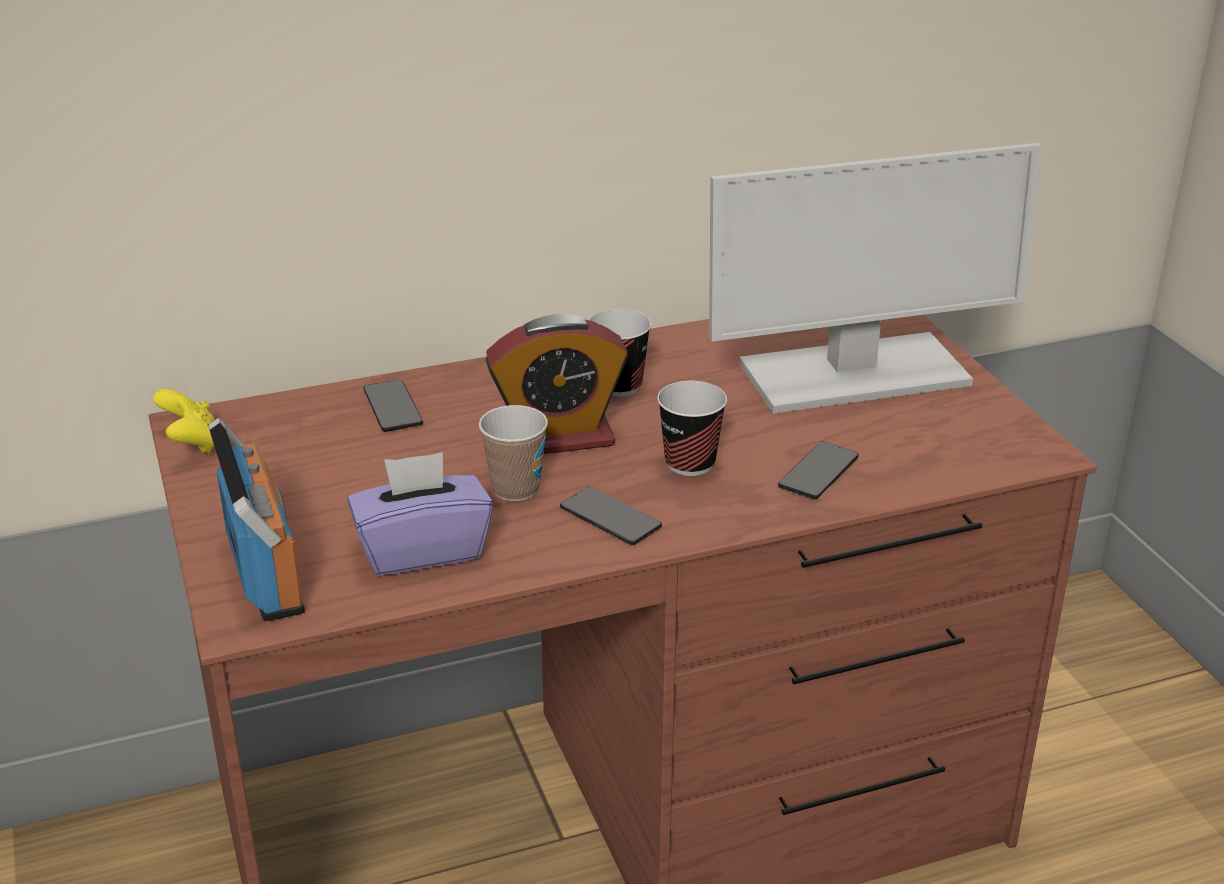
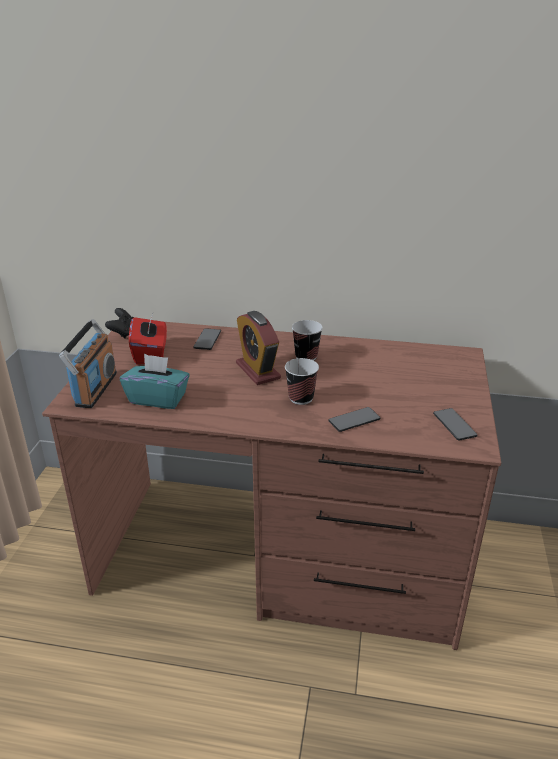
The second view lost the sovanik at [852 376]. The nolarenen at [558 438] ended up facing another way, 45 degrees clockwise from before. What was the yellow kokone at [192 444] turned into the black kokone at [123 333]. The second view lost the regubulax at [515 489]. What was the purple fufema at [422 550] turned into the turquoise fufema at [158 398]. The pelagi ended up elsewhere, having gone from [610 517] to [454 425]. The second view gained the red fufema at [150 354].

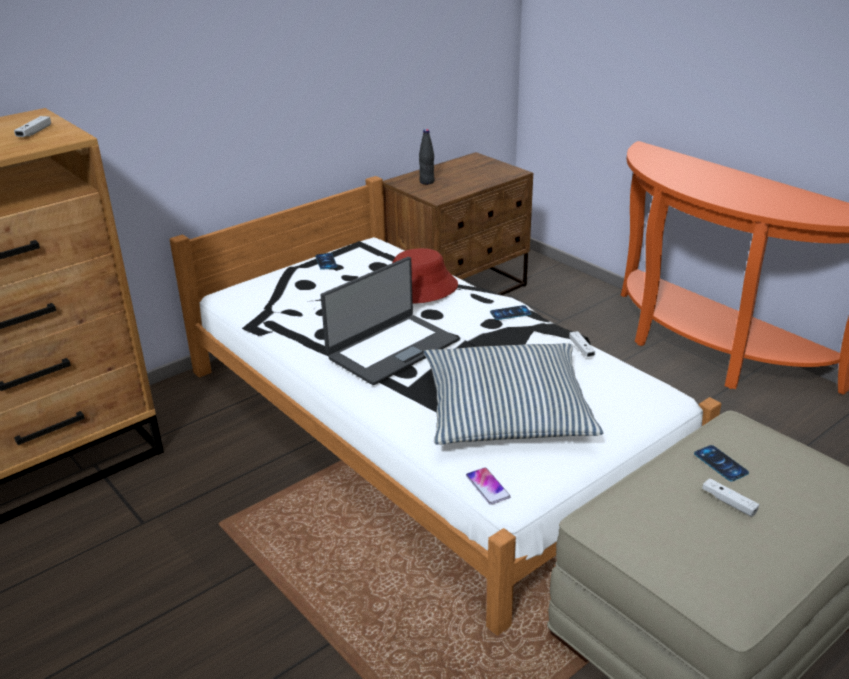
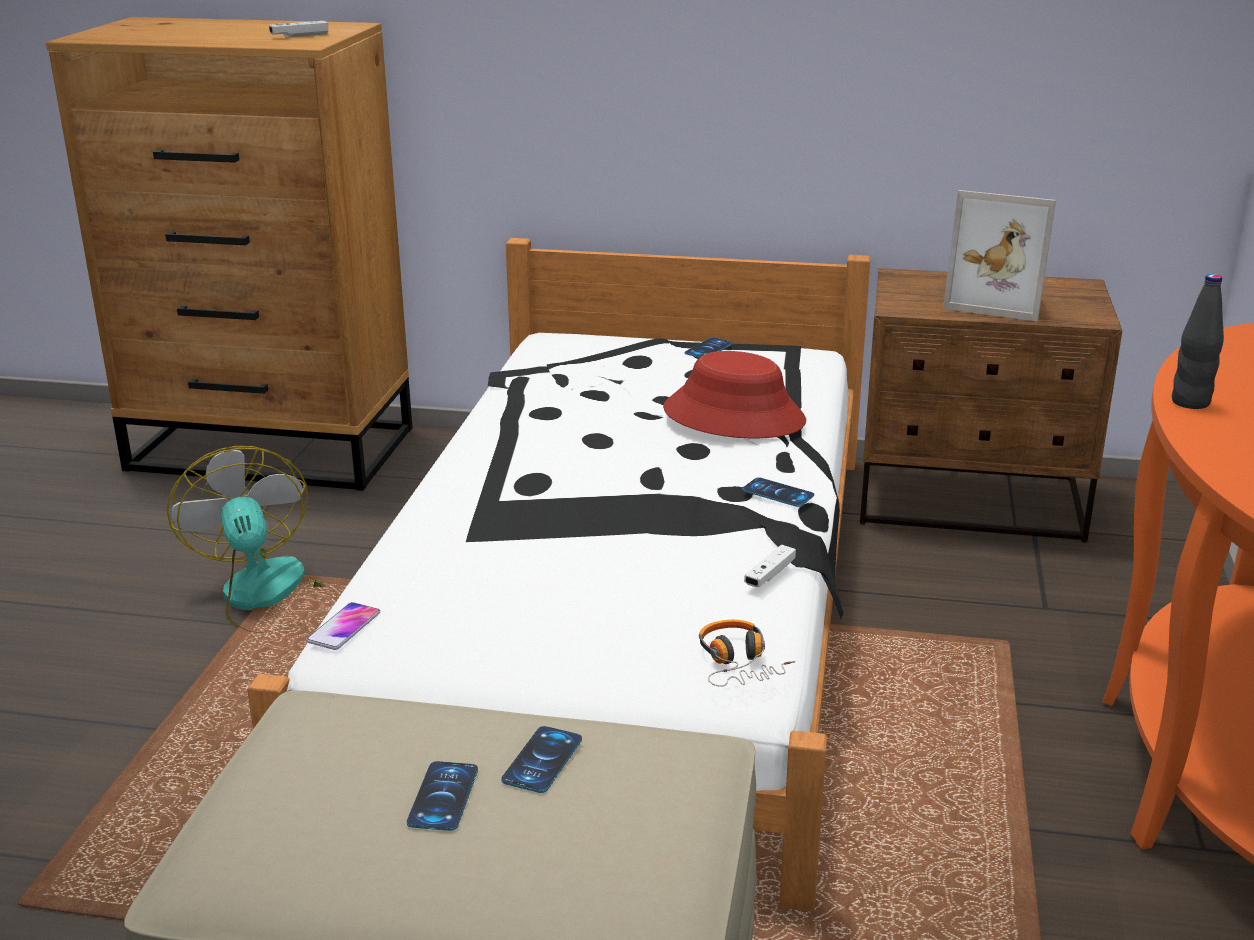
The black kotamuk ended up elsewhere, having gone from [427 182] to [1190 402]. The second view lost the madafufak at [391 349]. The second view lost the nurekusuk at [507 410]. Where the white kokone stood at [728 502], the pelagi came to stand at [443 796]. The second view gained the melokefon at [998 301]. The second view gained the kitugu at [270 598]. The second view gained the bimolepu at [738 664].

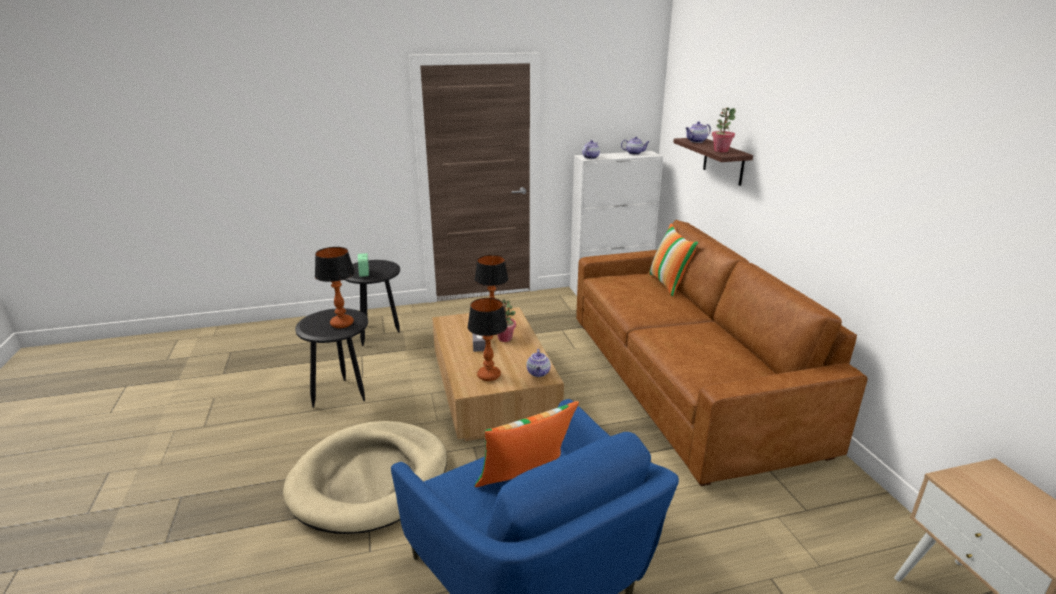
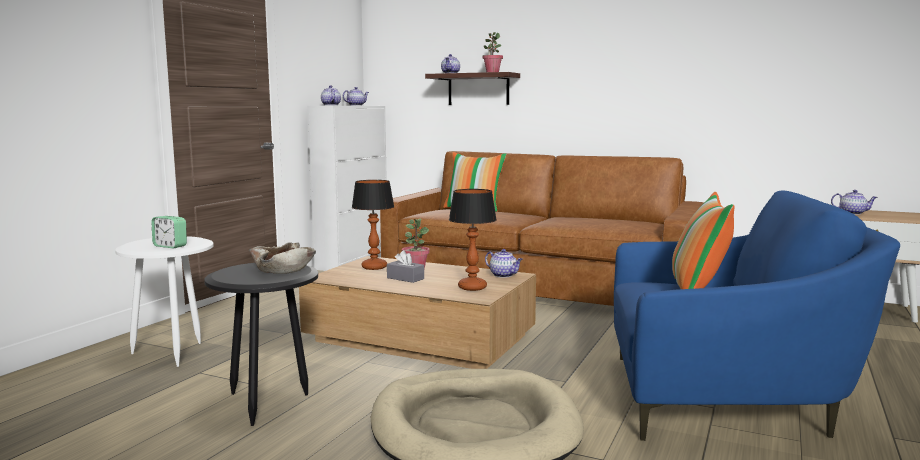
Where the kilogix stood at [342 323], the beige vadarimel came to stand at [281 269]. What was the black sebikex at [378 334] turned into the white sebikex at [173 353]. The second view gained the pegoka at [853 213].

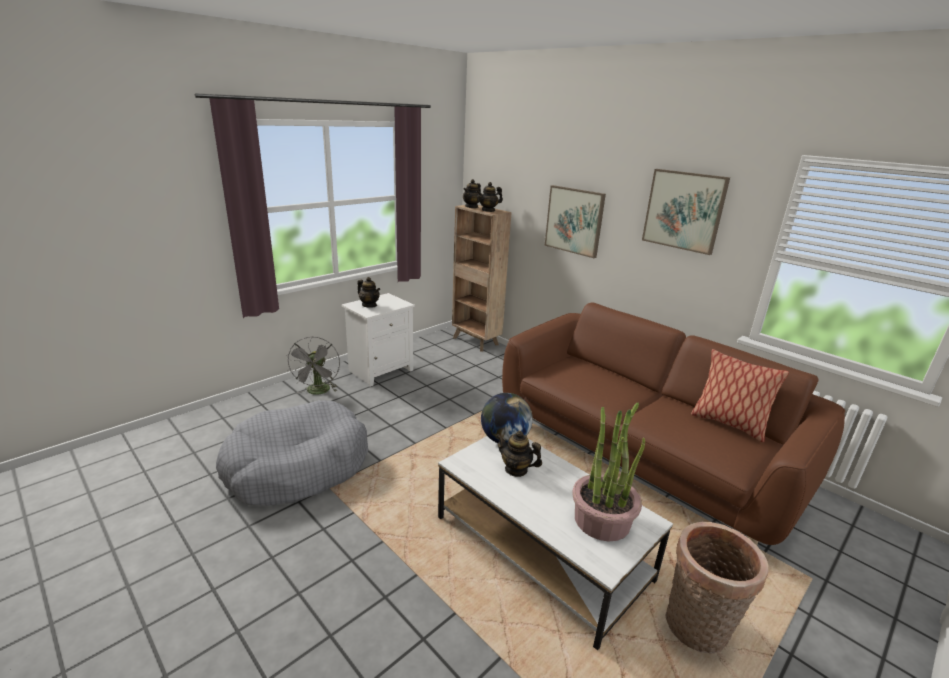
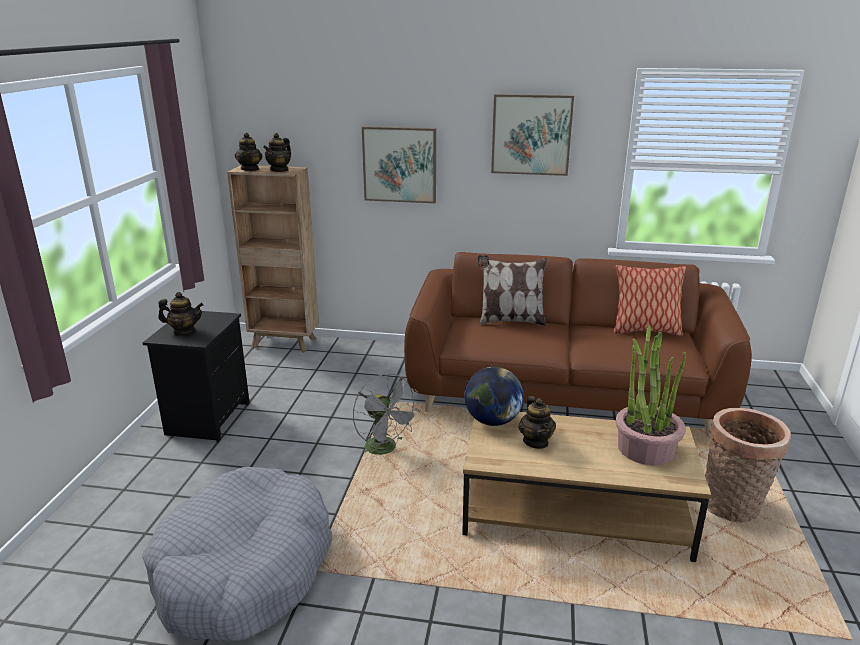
What was the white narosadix at [380 370] turned into the black narosadix at [207 418]. The grey kitugu ended up elsewhere, having gone from [318 392] to [386 449]. The pegoka at [516 469] ended up facing another way, 90 degrees counterclockwise from before. What was the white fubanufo at [541 547] turned into the brown fubanufo at [574 511]. The second view gained the nurekusuk at [510 321].

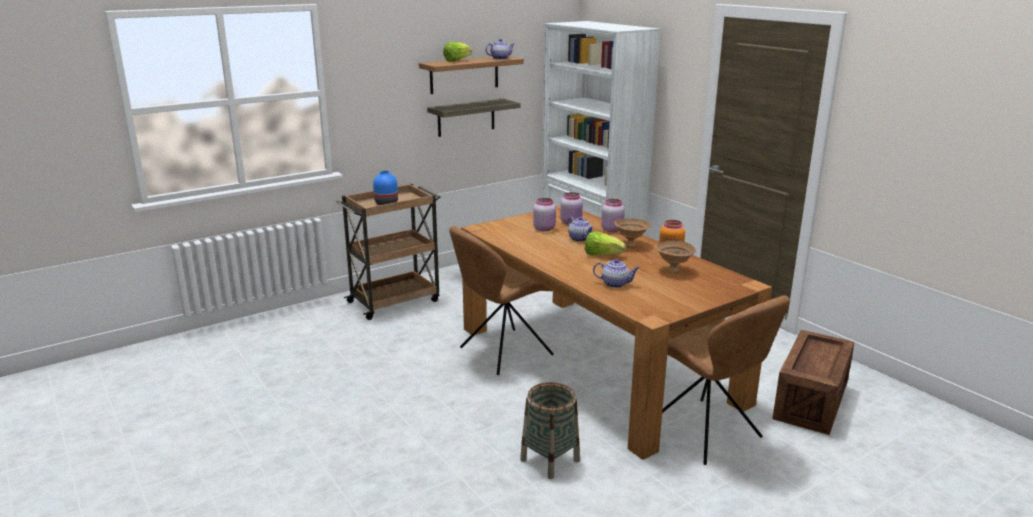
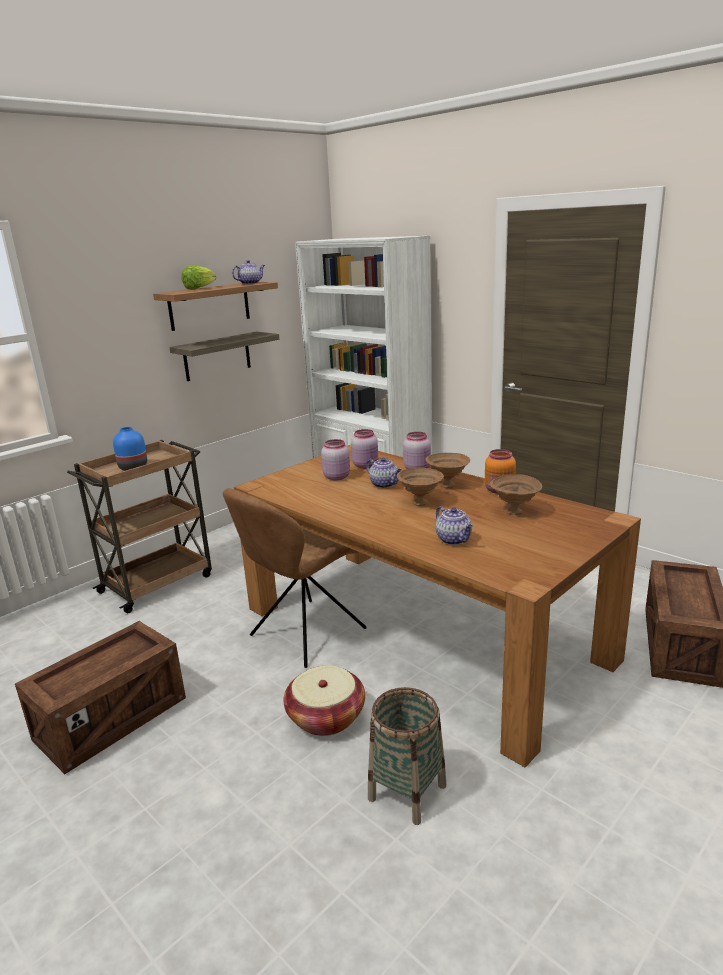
Where the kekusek stood at [602 255], the brown vadarimel came to stand at [420 502]. The pegoka at [615 284] ended up facing another way, 60 degrees clockwise from before. The second view lost the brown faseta at [706 433]. The second view gained the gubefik at [111 720]. The second view gained the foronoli at [326 717].

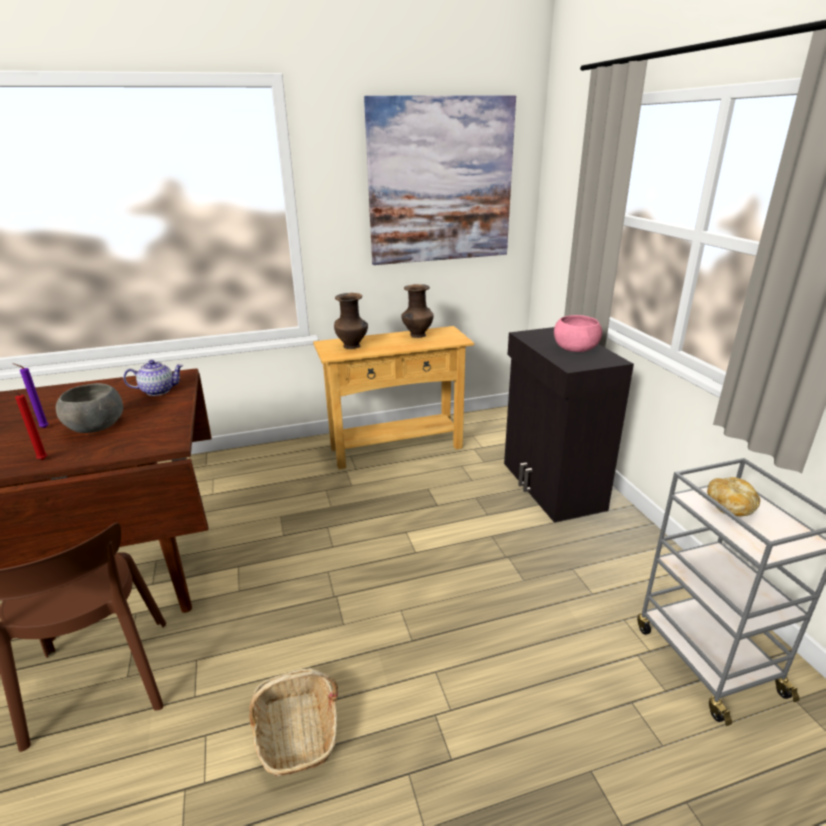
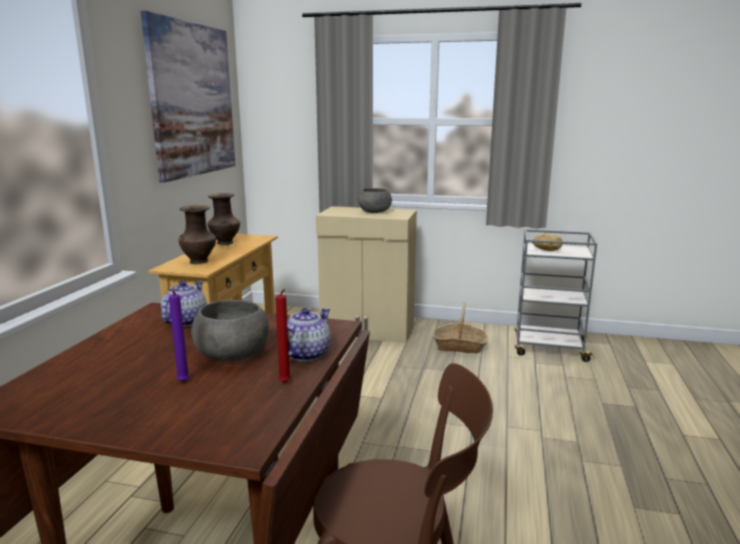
What was the pink vadarimel at [575 349] turned into the grey vadarimel at [375 212]. What was the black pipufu at [551 486] turned into the beige pipufu at [368 330]. The foronoli ended up elsewhere, having gone from [296 731] to [459 346]. The second view gained the pegoka at [305 354].

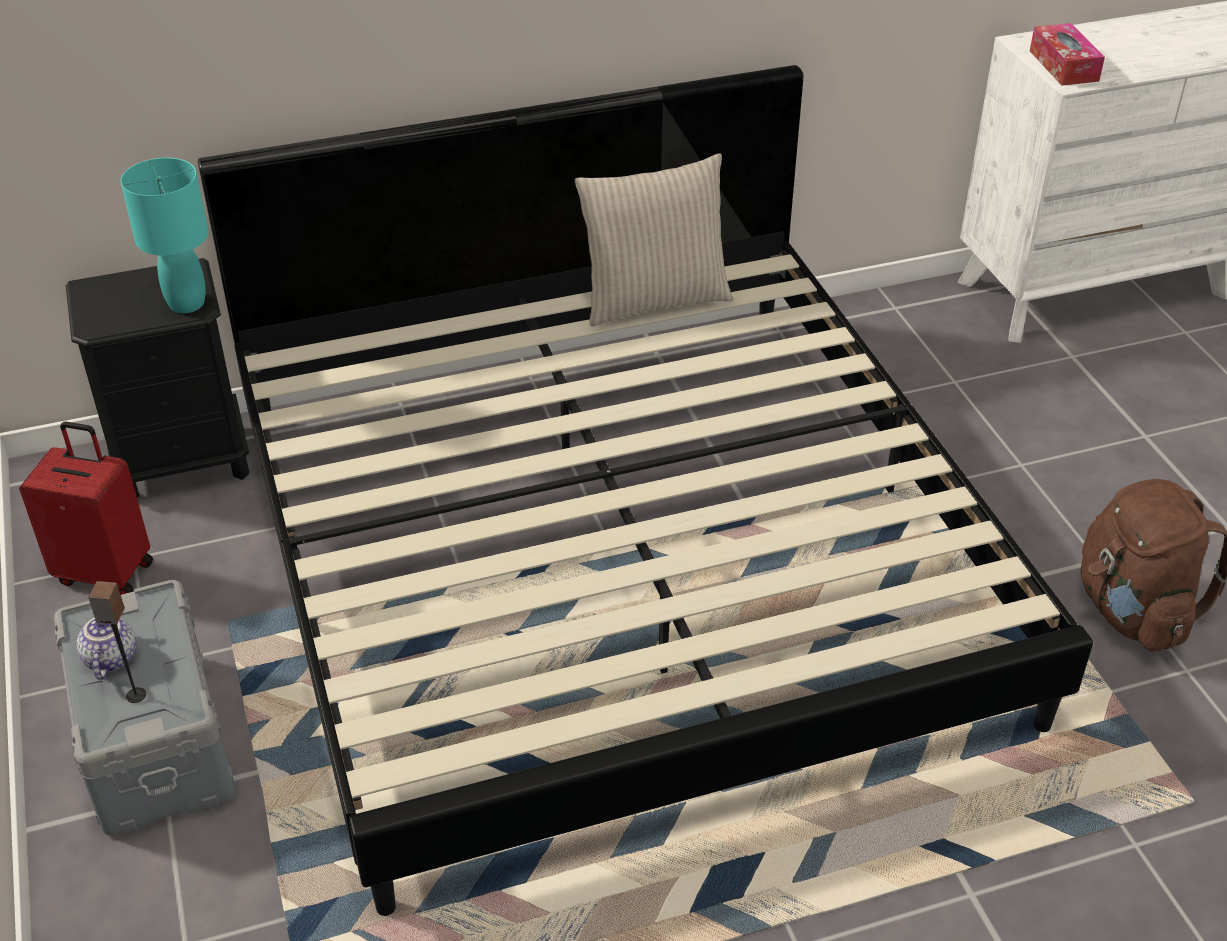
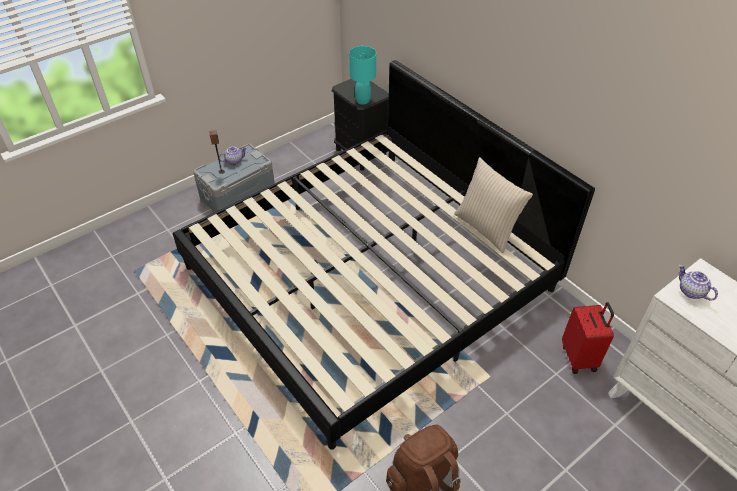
Where the fufema stood at [1063 66], the pegoka came to stand at [690 292]. The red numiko ended up elsewhere, having gone from [106 571] to [579 357].

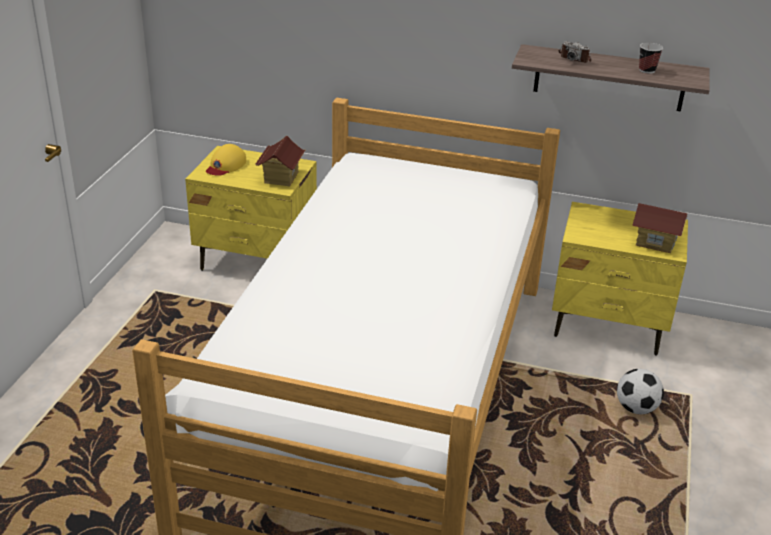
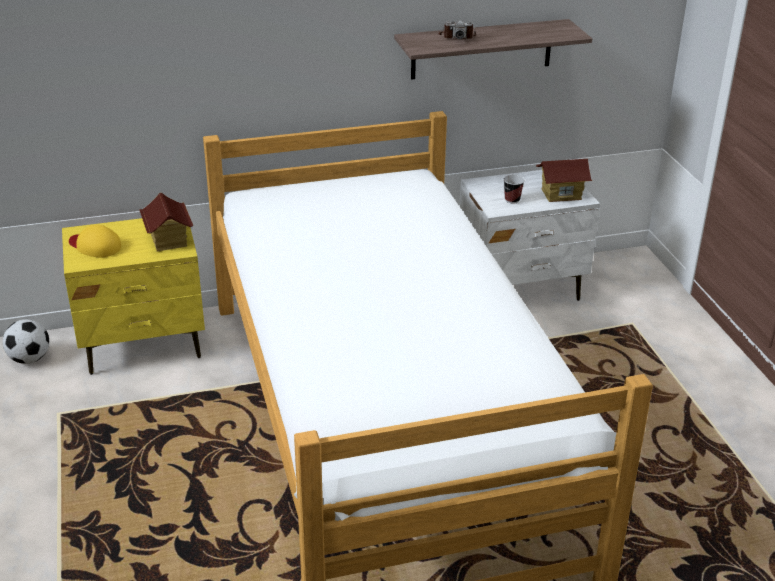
The regubulax ended up elsewhere, having gone from [647 70] to [512 200]. The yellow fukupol at [226 165] ended up facing another way, 120 degrees clockwise from before. What was the yellow narosadix at [608 325] turned into the white narosadix at [521 288]. The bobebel ended up elsewhere, having gone from [636 408] to [30 359].

